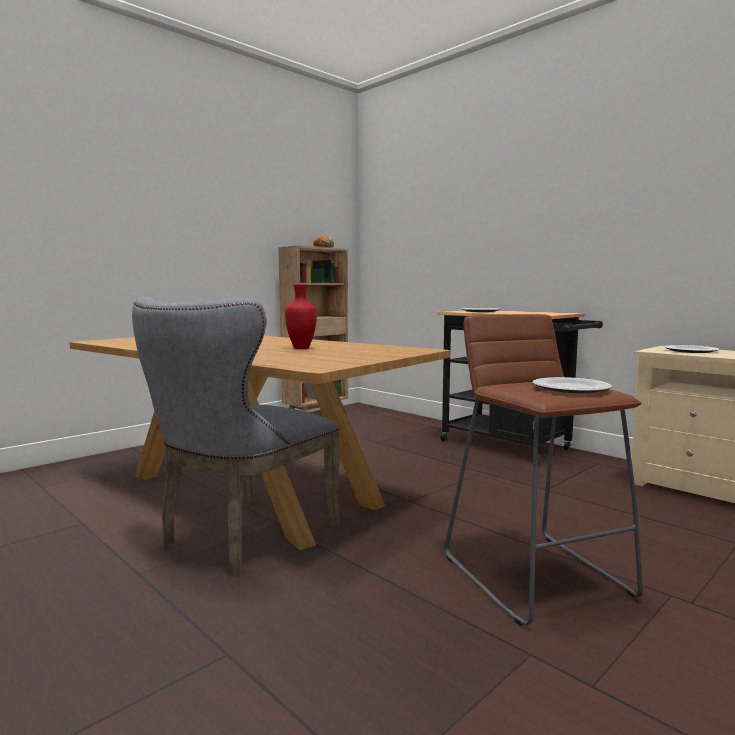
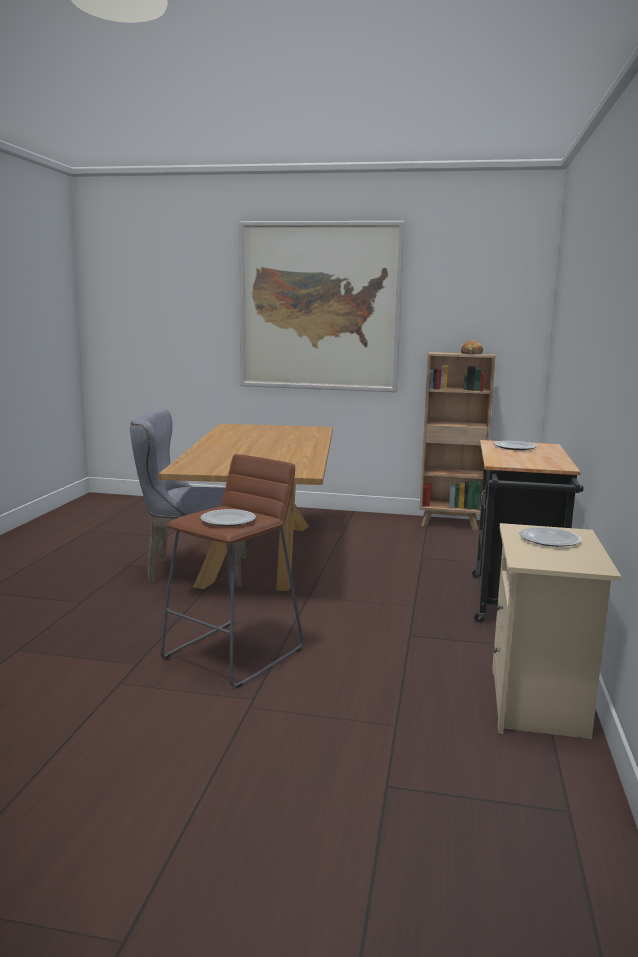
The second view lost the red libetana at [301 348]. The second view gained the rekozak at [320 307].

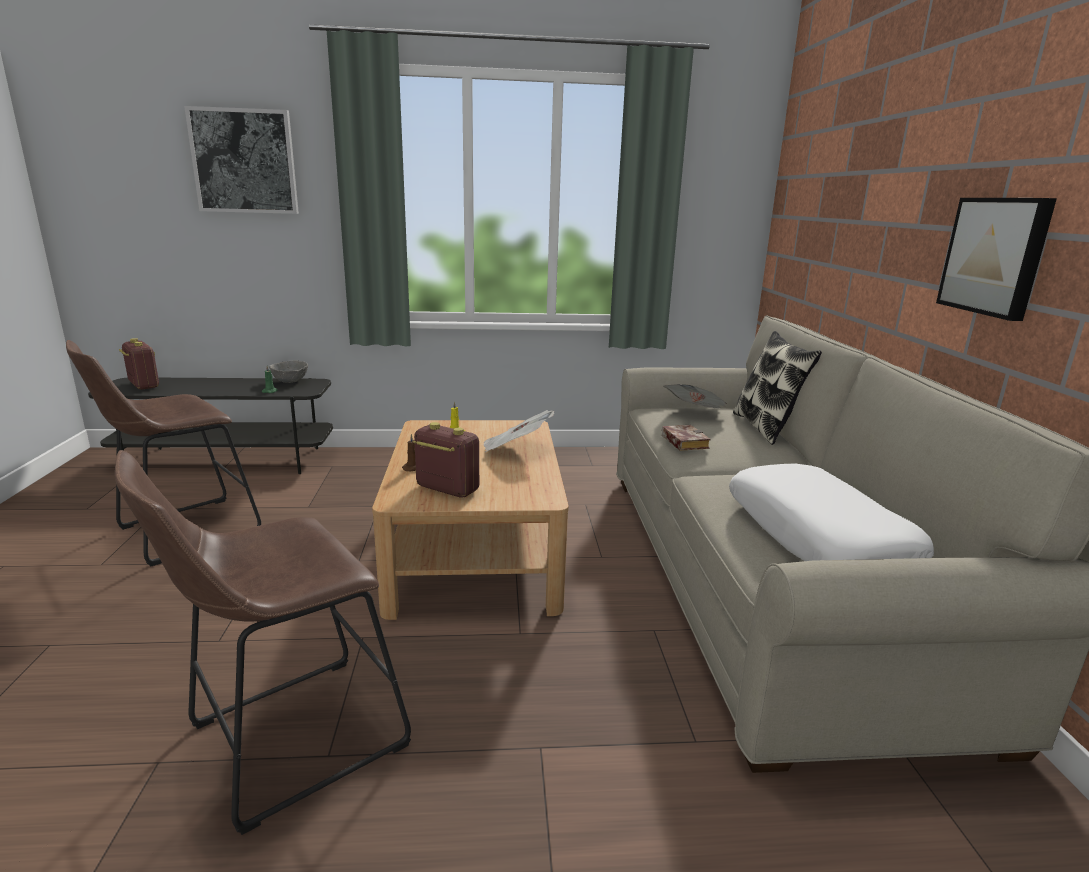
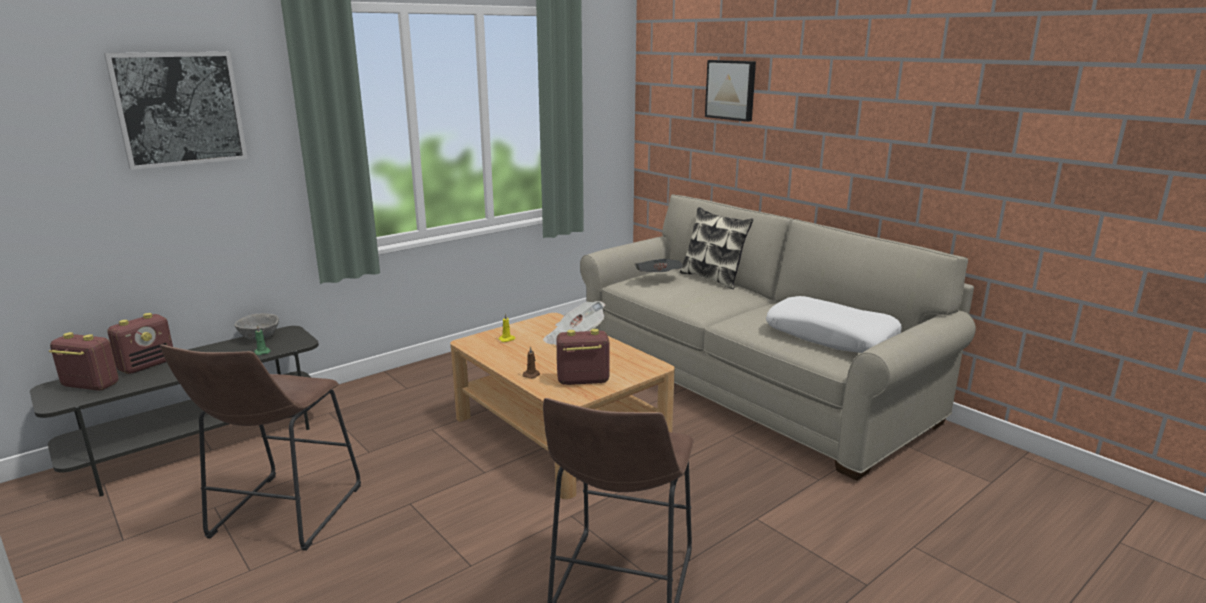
The rekozak ended up elsewhere, having gone from [996 256] to [731 90]. The second view lost the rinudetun at [682 442]. The second view gained the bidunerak at [147 365].

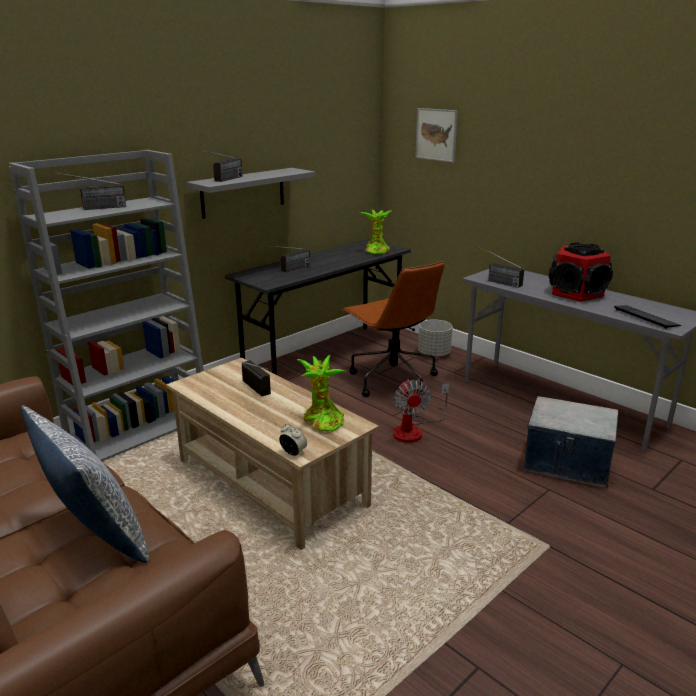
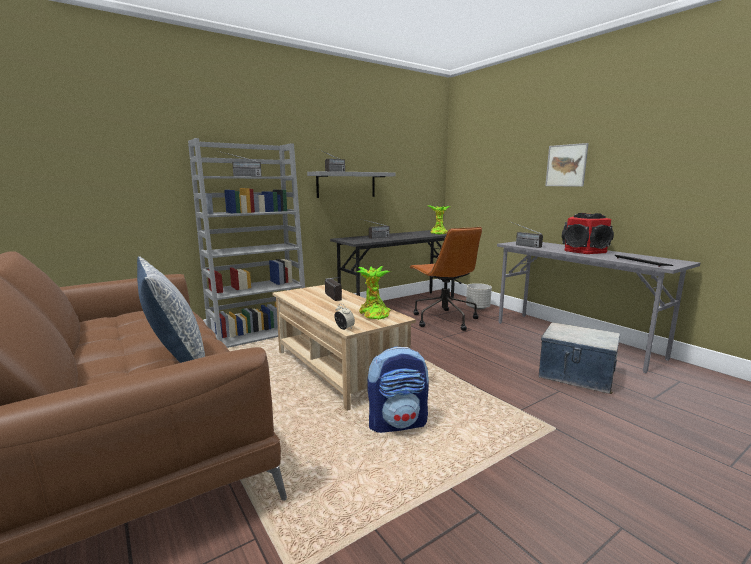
The rekozak ended up elsewhere, having gone from [436 134] to [566 165]. The second view lost the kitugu at [414 430]. The second view gained the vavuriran at [398 423].

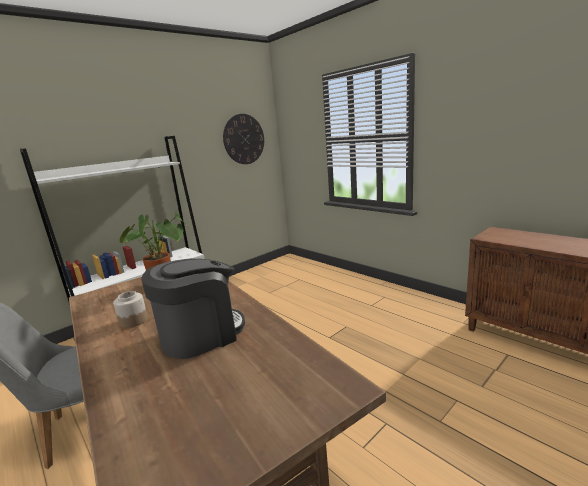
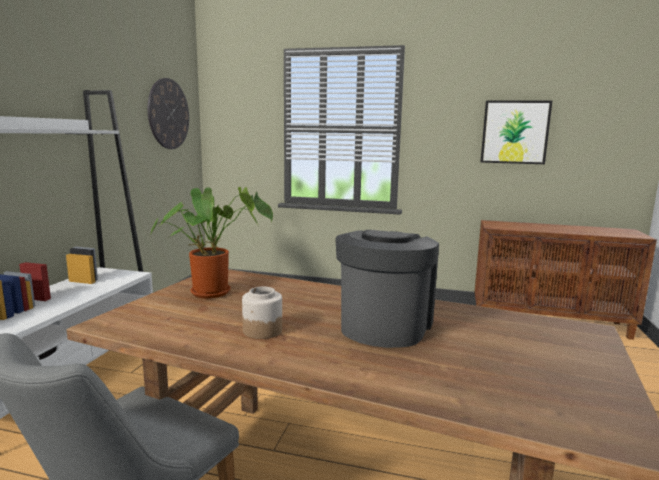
The second view gained the rekozak at [514 132].

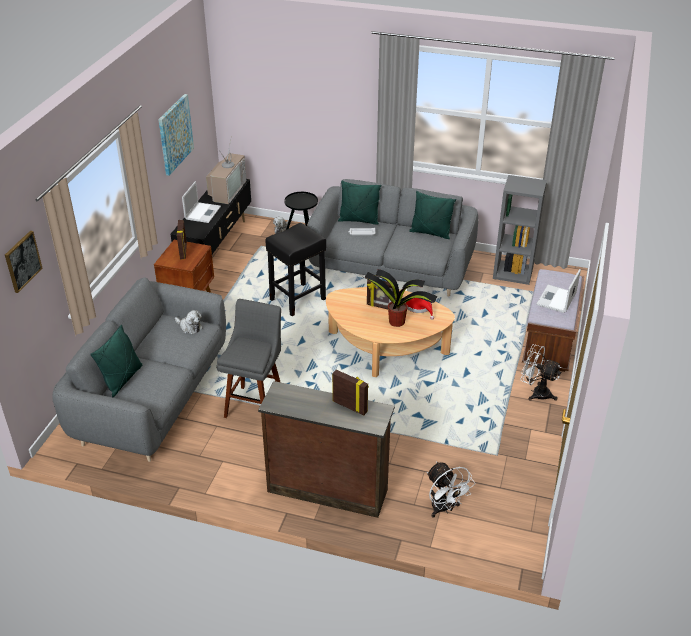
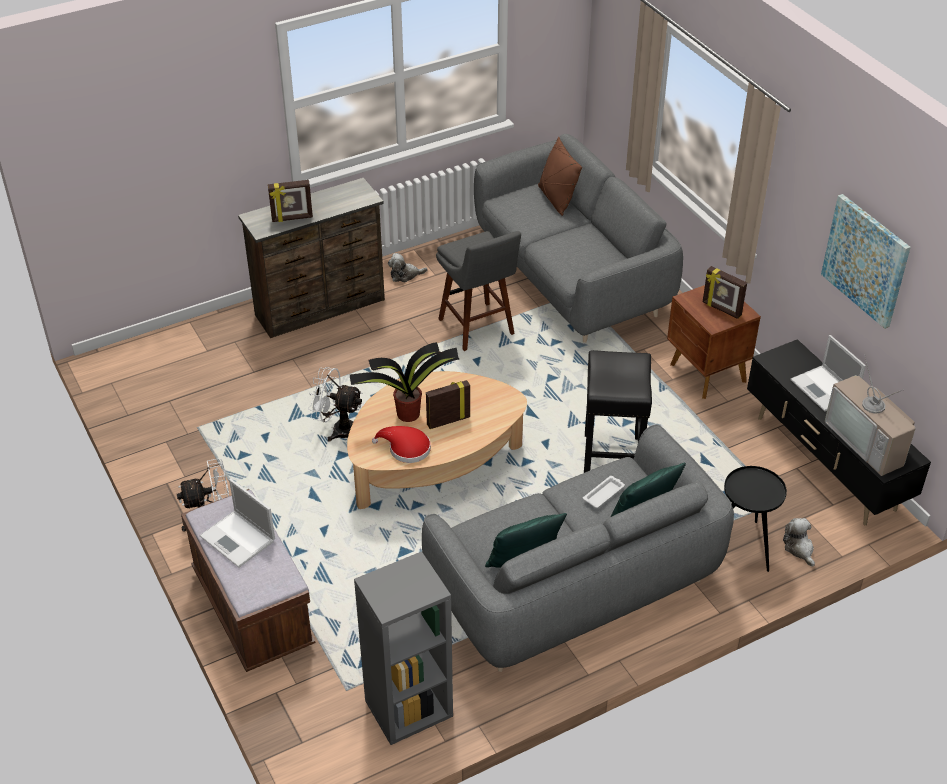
The second view lost the rekozak at [22 261]. The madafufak at [556 300] ended up facing another way, 150 degrees clockwise from before. The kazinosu ended up elsewhere, having gone from [189 327] to [405 275]. What was the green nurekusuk at [122 379] turned into the brown nurekusuk at [556 199]. The white kitugu ended up elsewhere, having gone from [444 509] to [338 429].

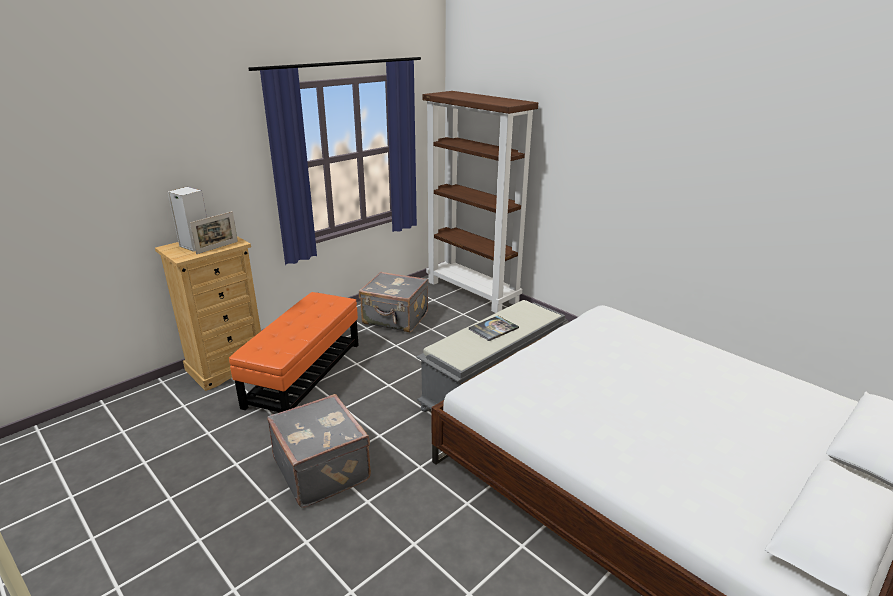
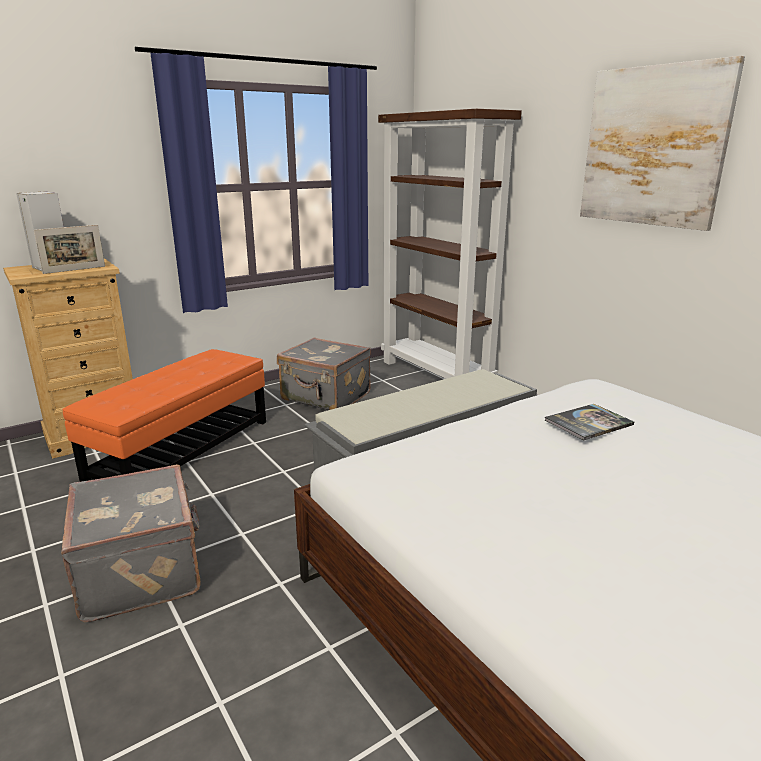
The rinudetun ended up elsewhere, having gone from [493 329] to [588 423]. The second view gained the rekozak at [653 147].

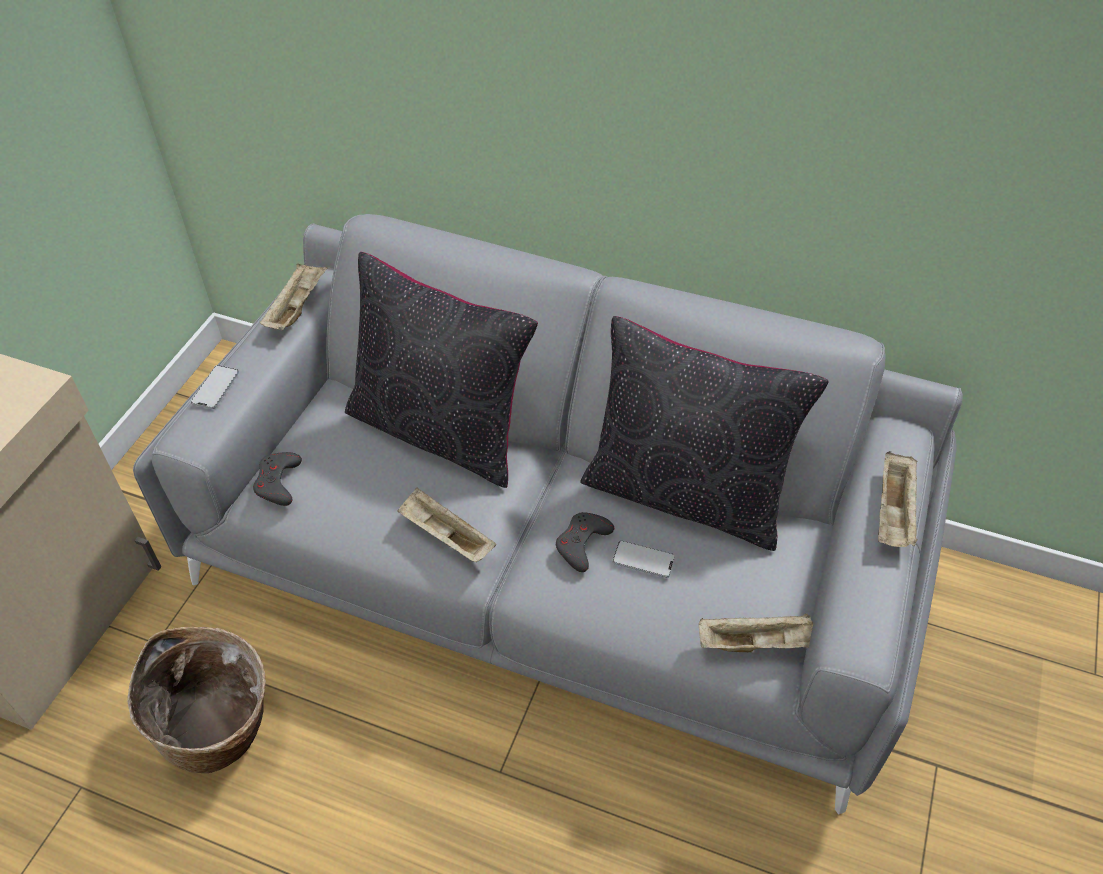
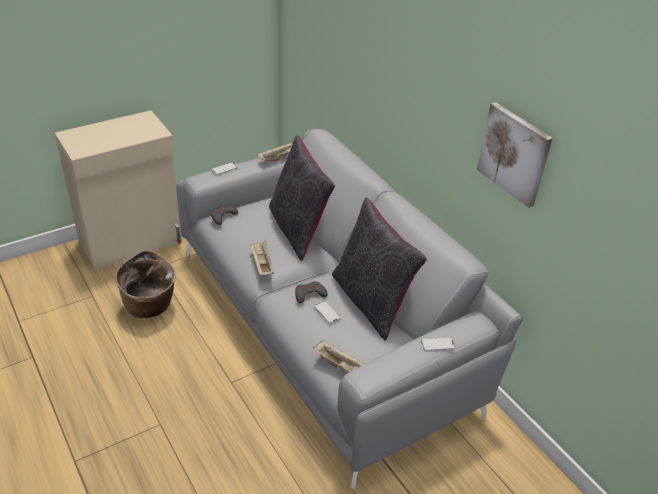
Where the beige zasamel stood at [893 513], the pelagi came to stand at [437 345]. The second view gained the rekozak at [514 154].

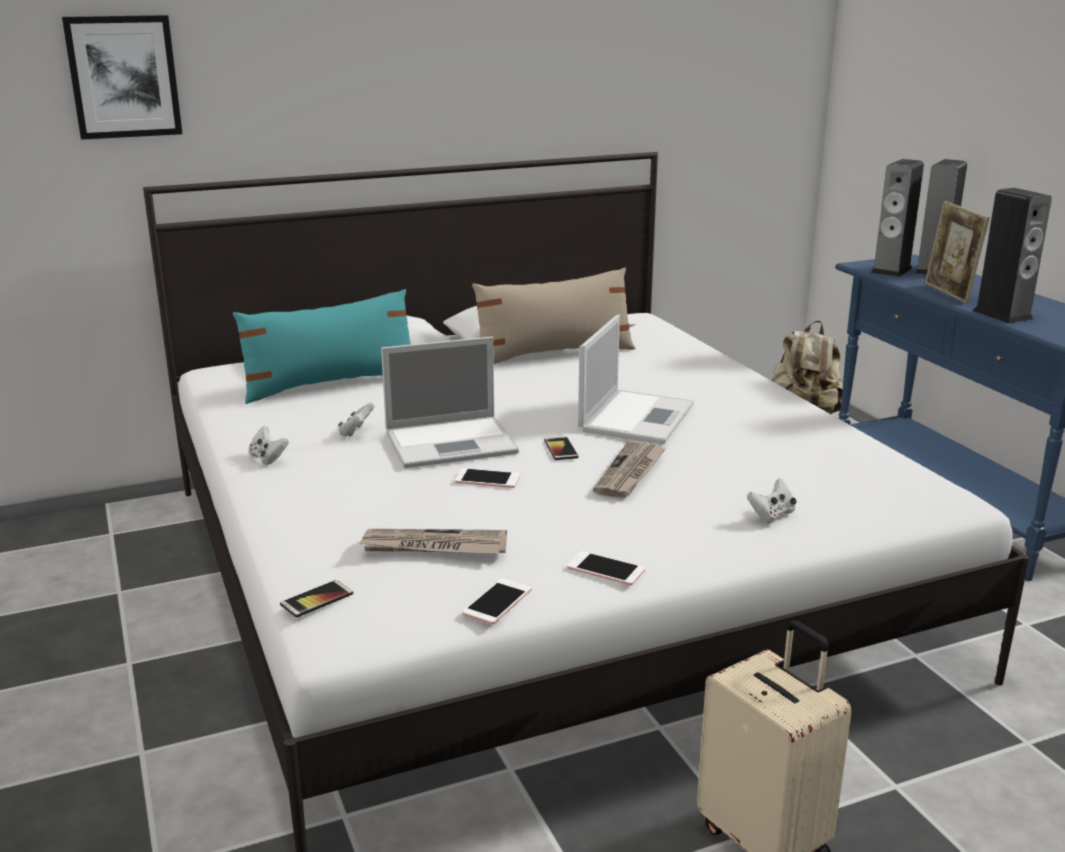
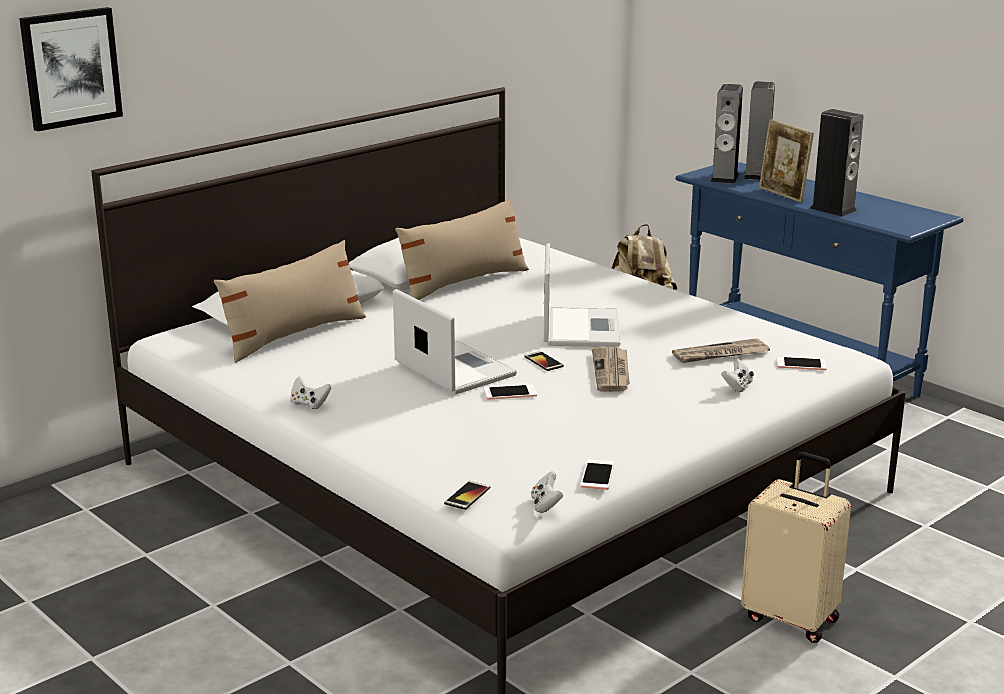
What was the turquoise nurekusuk at [331 384] turned into the beige nurekusuk at [294 335]. The madafufak at [453 442] ended up facing another way, 90 degrees counterclockwise from before. The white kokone ended up elsewhere, having gone from [356 432] to [545 505]. The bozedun ended up elsewhere, having gone from [433 547] to [720 354]. The pelagi ended up elsewhere, having gone from [605 569] to [801 364].

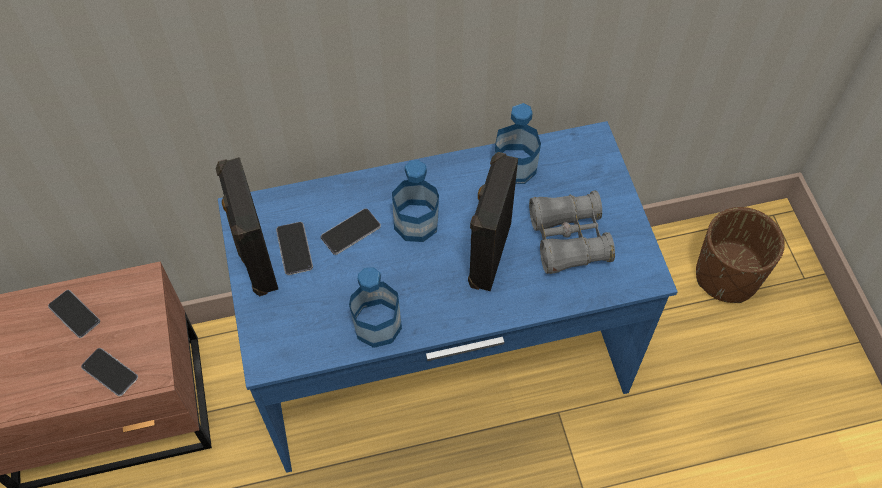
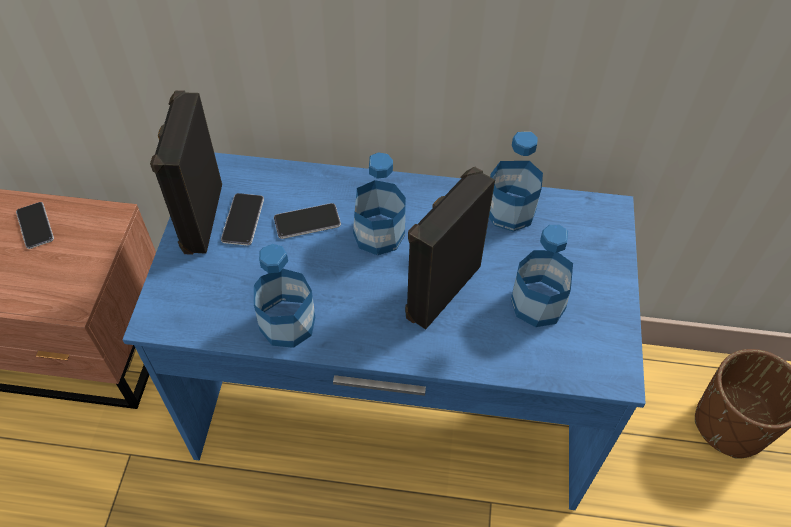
Where the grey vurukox stood at [568 239], the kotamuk came to stand at [538 304]. The second view lost the pelagi at [110 372].

